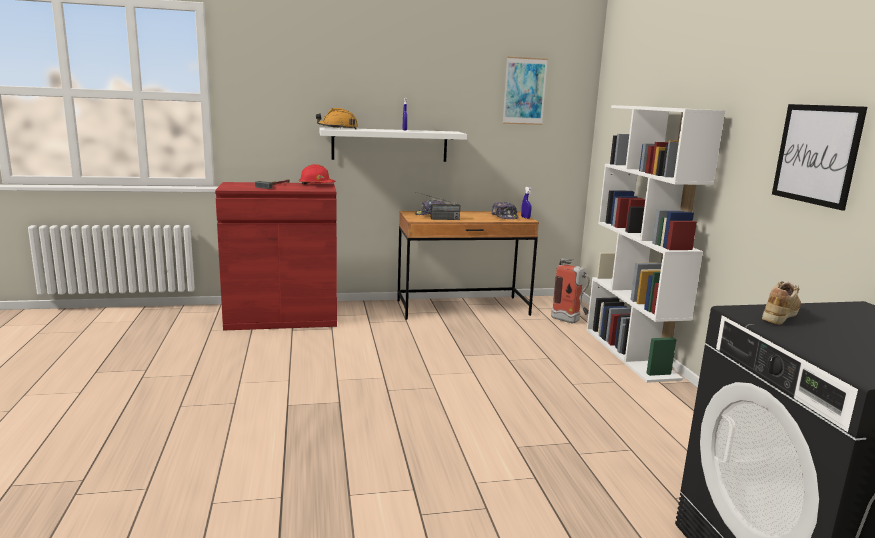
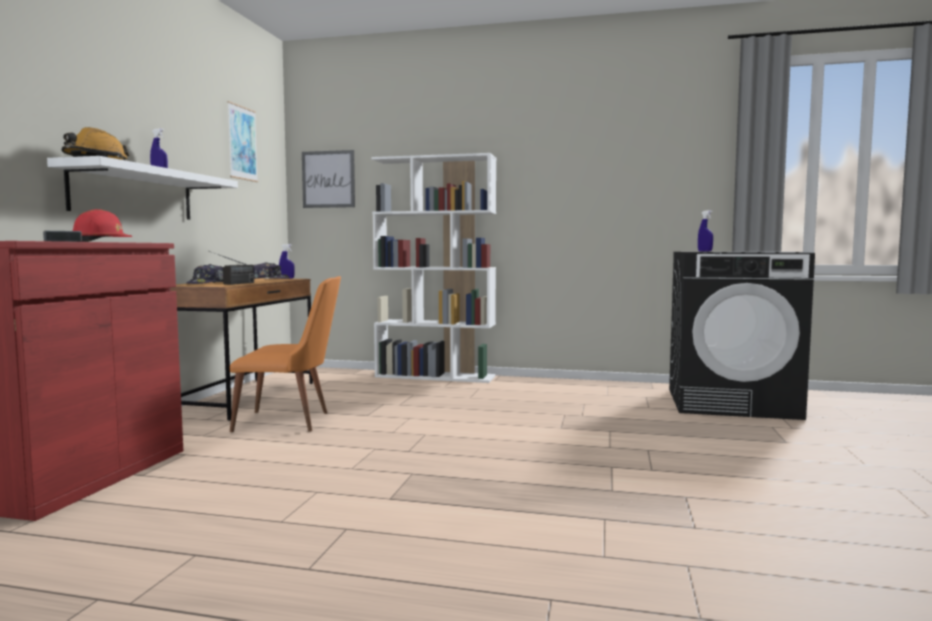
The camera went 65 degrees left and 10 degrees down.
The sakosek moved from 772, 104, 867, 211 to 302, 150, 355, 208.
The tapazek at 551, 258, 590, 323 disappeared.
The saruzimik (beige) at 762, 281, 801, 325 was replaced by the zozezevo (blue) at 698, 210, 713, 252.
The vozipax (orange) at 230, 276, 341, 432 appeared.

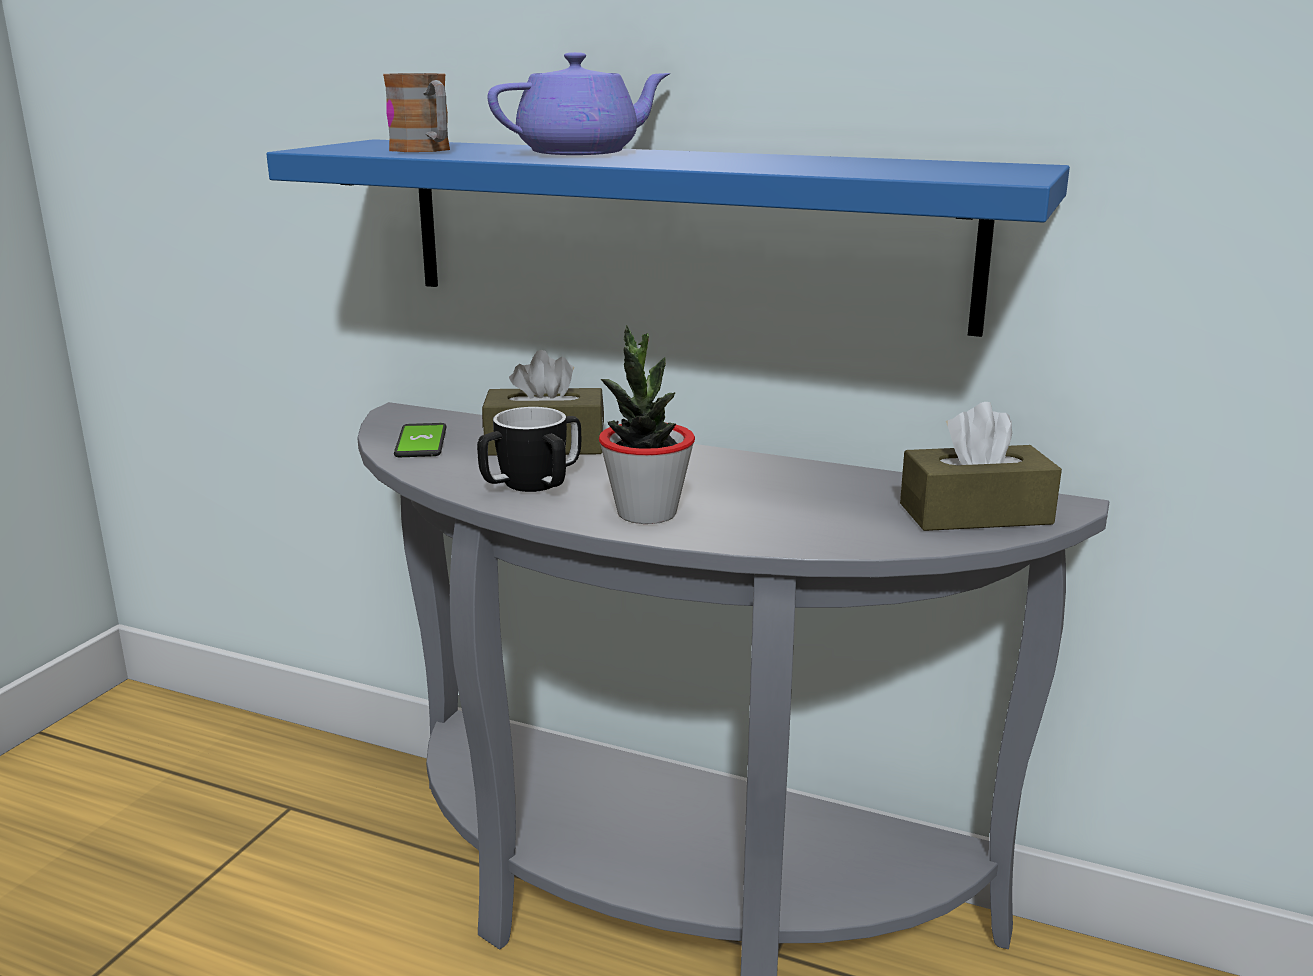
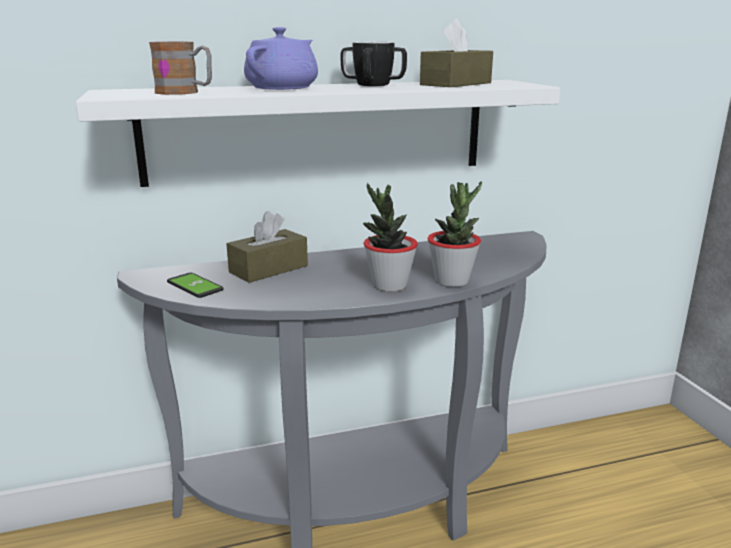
The camera went 40 degrees left and 0 degrees up.
The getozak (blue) at 266, 139, 1070, 337 became the getozak (white) at 75, 80, 560, 187.
The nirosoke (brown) moved from 900, 402, 1062, 531 to 420, 18, 493, 87.
The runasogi moved from 477, 407, 581, 492 to 341, 42, 407, 86.
The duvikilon at 427, 181, 482, 287 appeared.

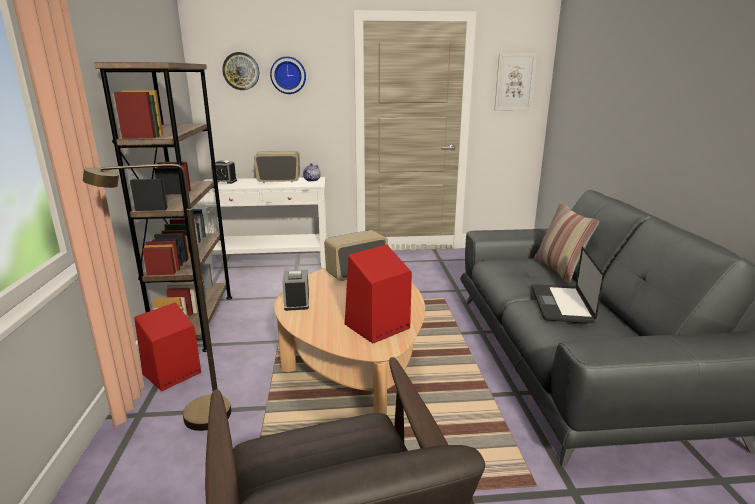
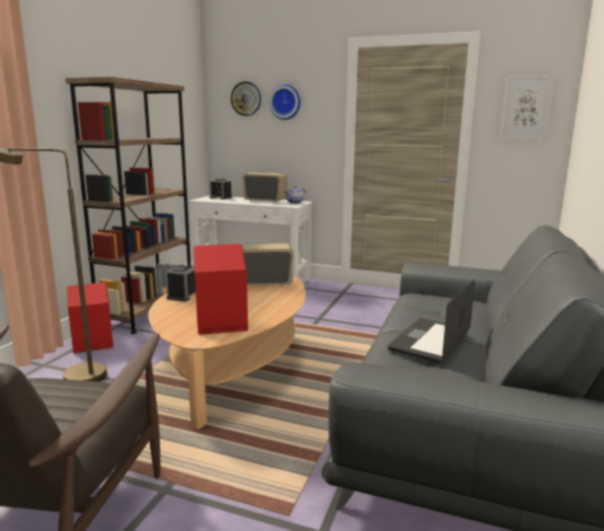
The camera went 25 degrees right and 5 degrees down.
The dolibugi at 534, 203, 599, 284 disappeared.

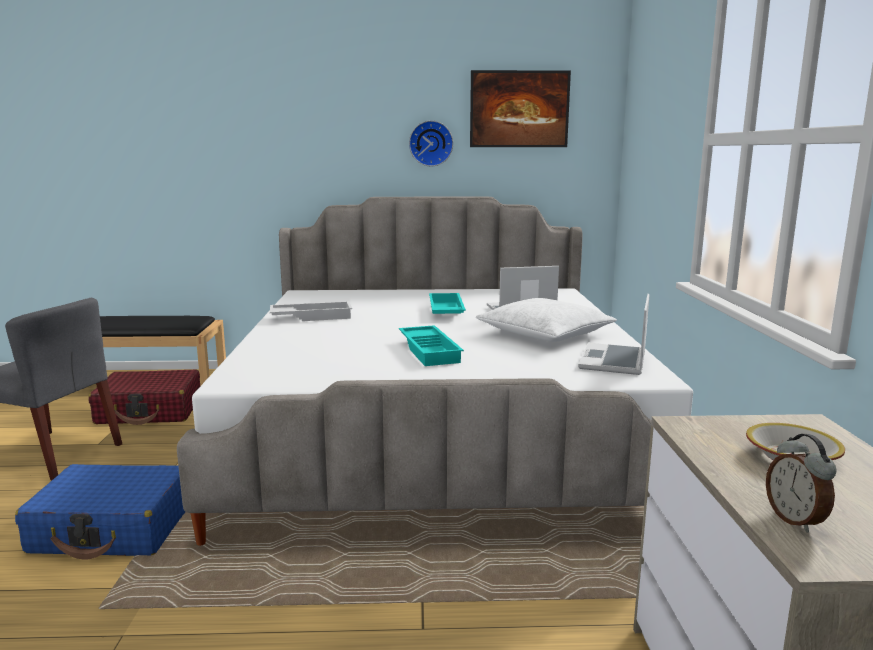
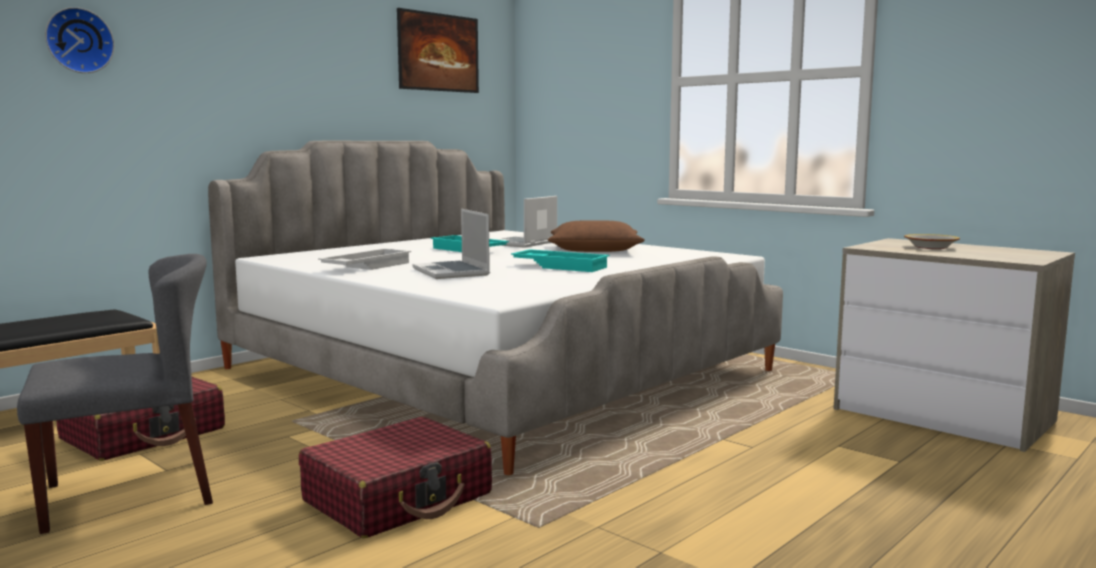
The camera went 45 degrees left and 5 degrees down.
The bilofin moved from 409, 121, 453, 166 to 45, 7, 115, 73.
The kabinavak moved from 578, 294, 649, 375 to 412, 209, 490, 279.
The dolibugi (white) at 476, 298, 617, 342 became the dolibugi (brown) at 548, 220, 645, 252.
The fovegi at 766, 434, 837, 533 disappeared.
The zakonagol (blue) at 15, 464, 185, 559 became the zakonagol (red) at 299, 417, 492, 538.

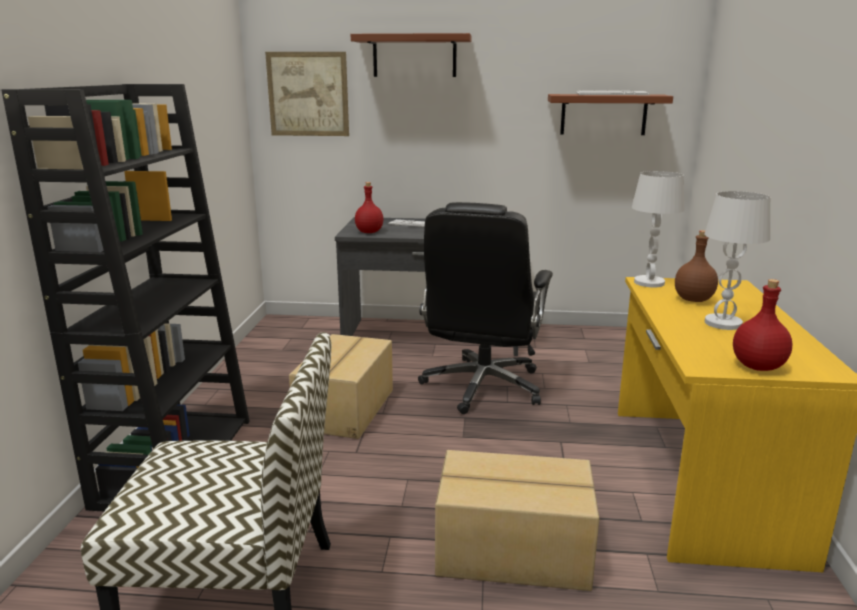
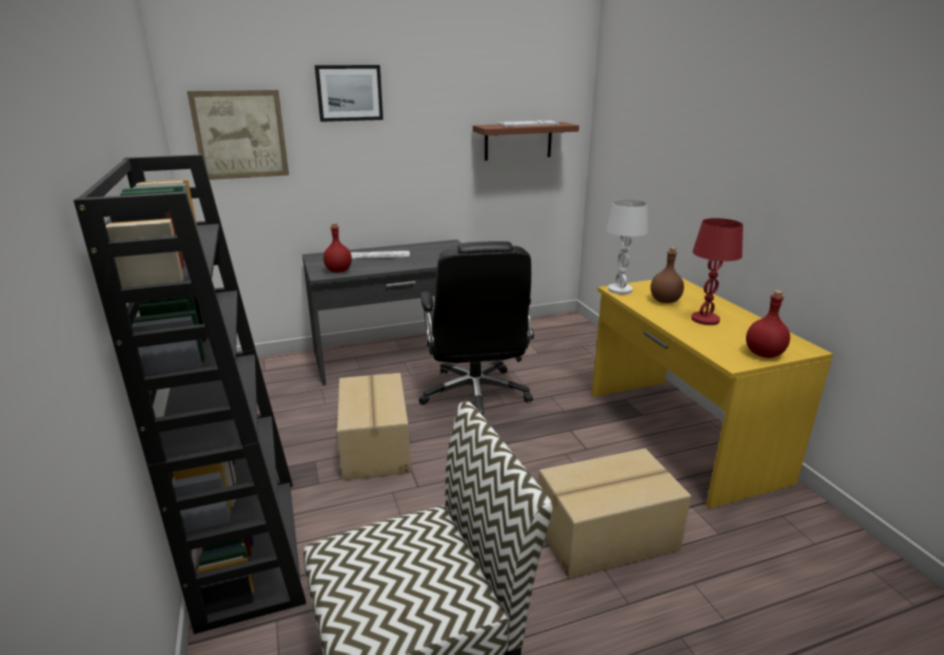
The camera went 25 degrees left and 5 degrees up.
The getozak (brown) at 351, 33, 471, 77 was replaced by the sakosek at 315, 65, 383, 122.
The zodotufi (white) at 705, 191, 770, 330 became the zodotufi (red) at 691, 218, 743, 325.

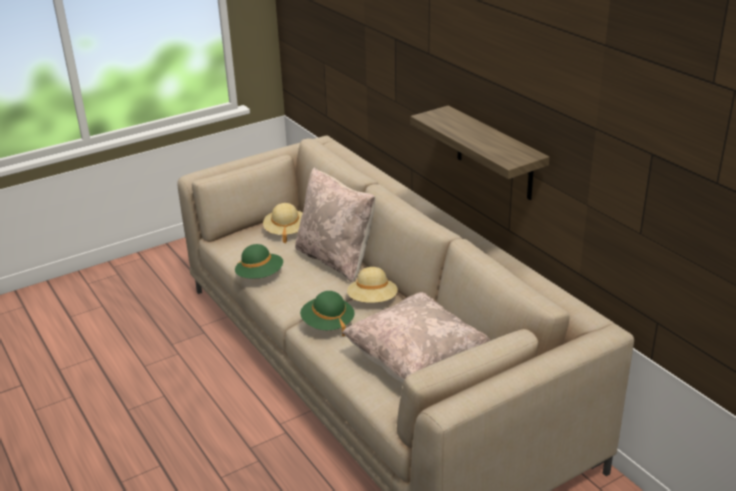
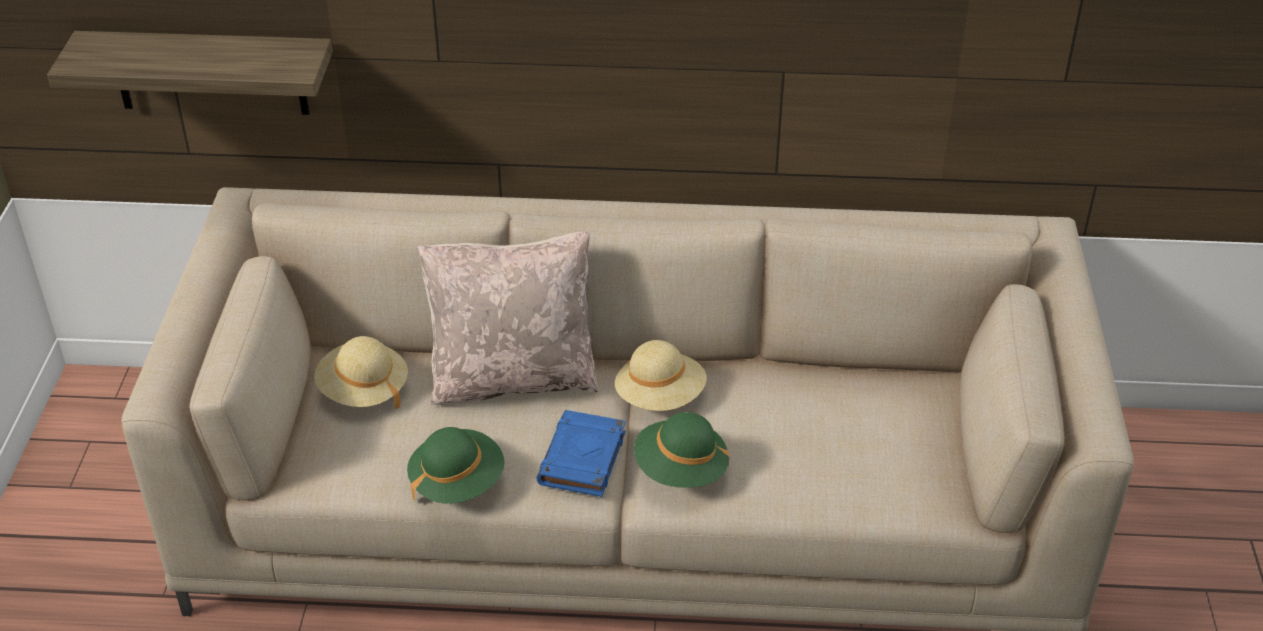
The camera went 55 degrees left and 10 degrees up.
The getozak moved from 410, 105, 549, 200 to 47, 31, 333, 115.
The dolibugi (beige) at 342, 292, 490, 383 disappeared.
The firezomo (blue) at 536, 410, 626, 497 appeared.

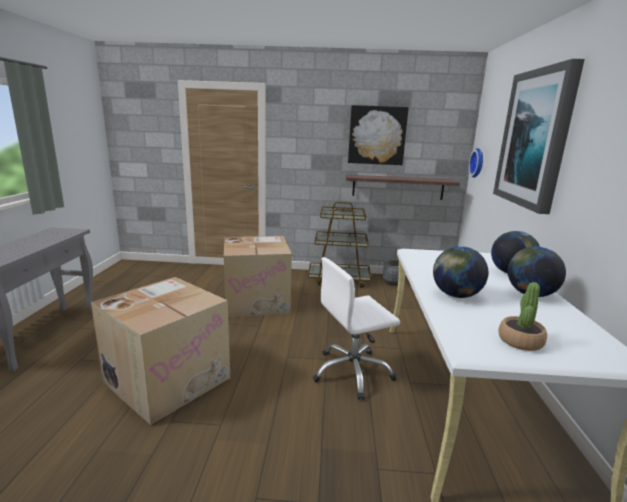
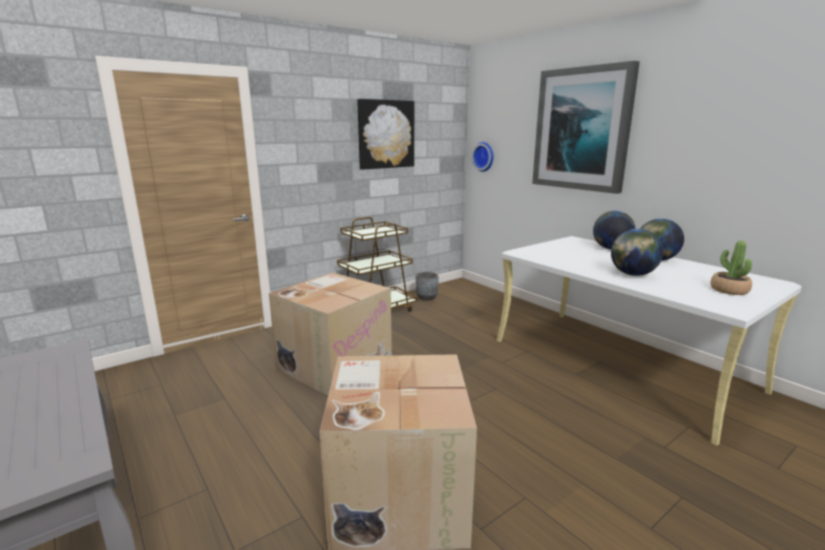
The camera went 40 degrees left and 0 degrees up.
The getozak at 346, 175, 460, 200 disappeared.
The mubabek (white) at 313, 257, 400, 400 disappeared.

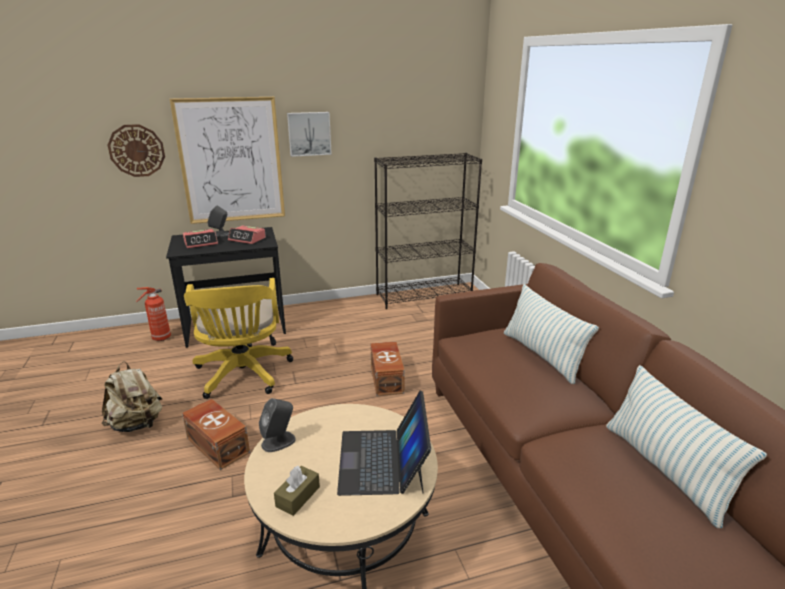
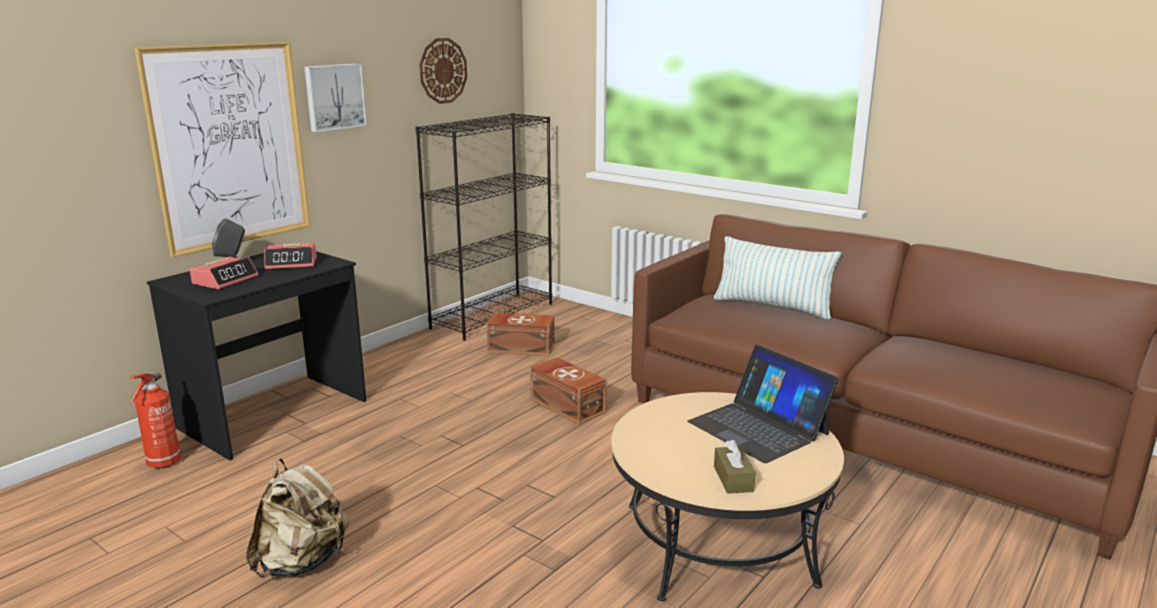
The camera went 35 degrees left and 5 degrees down.
The bilofin moved from 107, 124, 165, 177 to 419, 38, 467, 104.
The mubabek (yellow) at 184, 278, 293, 399 disappeared.
The dolibugi at 606, 365, 767, 528 disappeared.
The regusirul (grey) at 259, 398, 296, 452 disappeared.
The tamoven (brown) moved from 182, 399, 250, 470 to 486, 312, 555, 356.

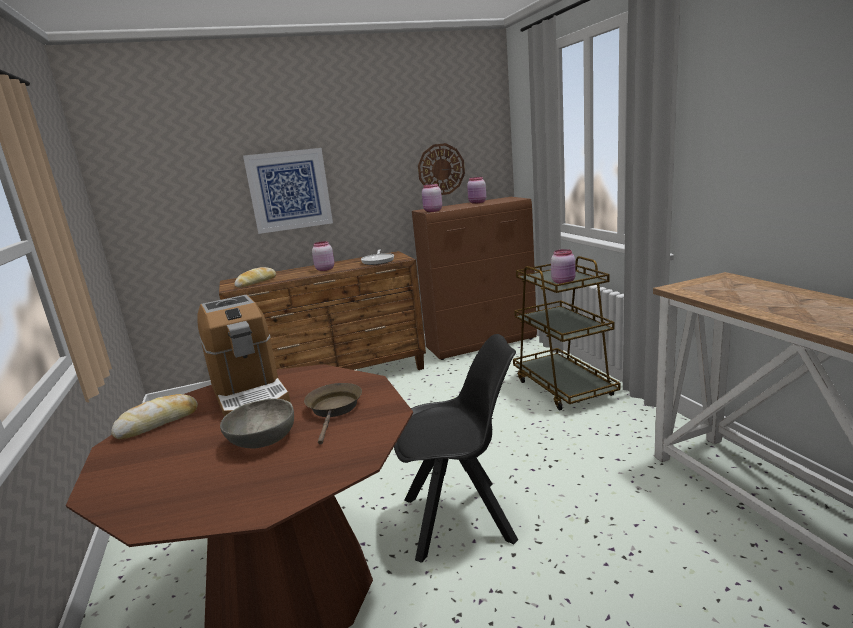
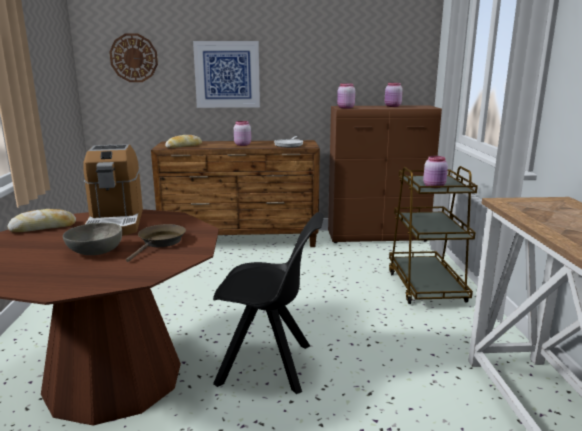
The camera went 15 degrees right and 0 degrees up.
The bilofin moved from 418, 143, 465, 195 to 109, 33, 158, 82.

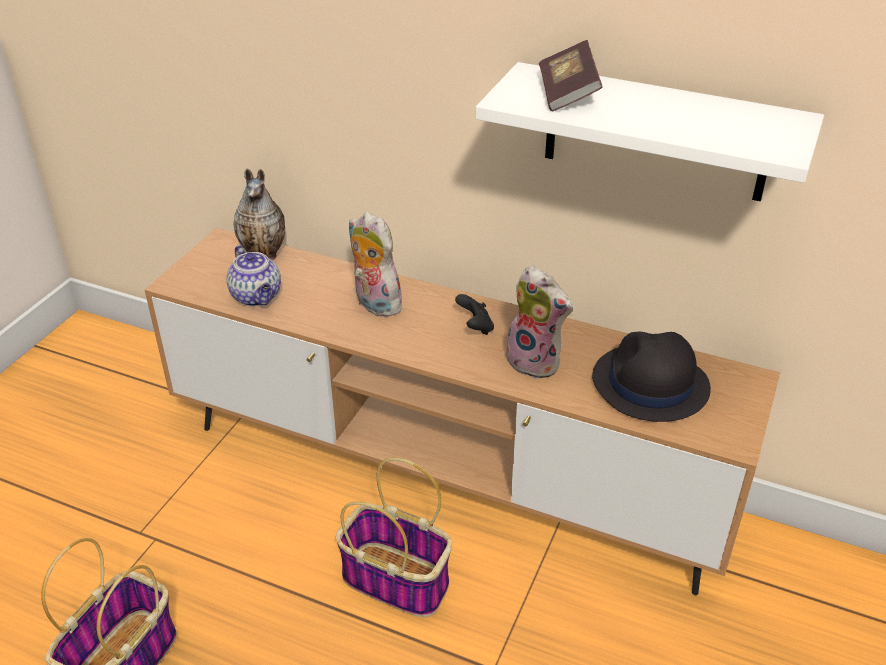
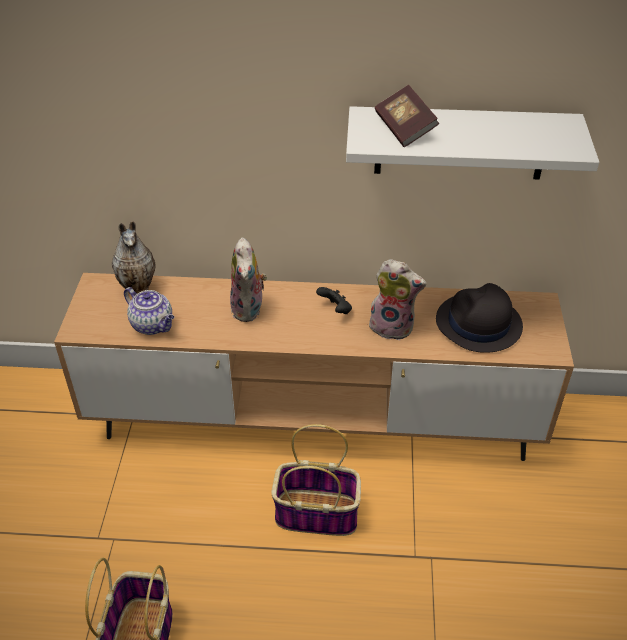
The camera went 20 degrees left and 5 degrees up.
The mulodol at 349, 212, 403, 317 turned 120 degrees counterclockwise.

